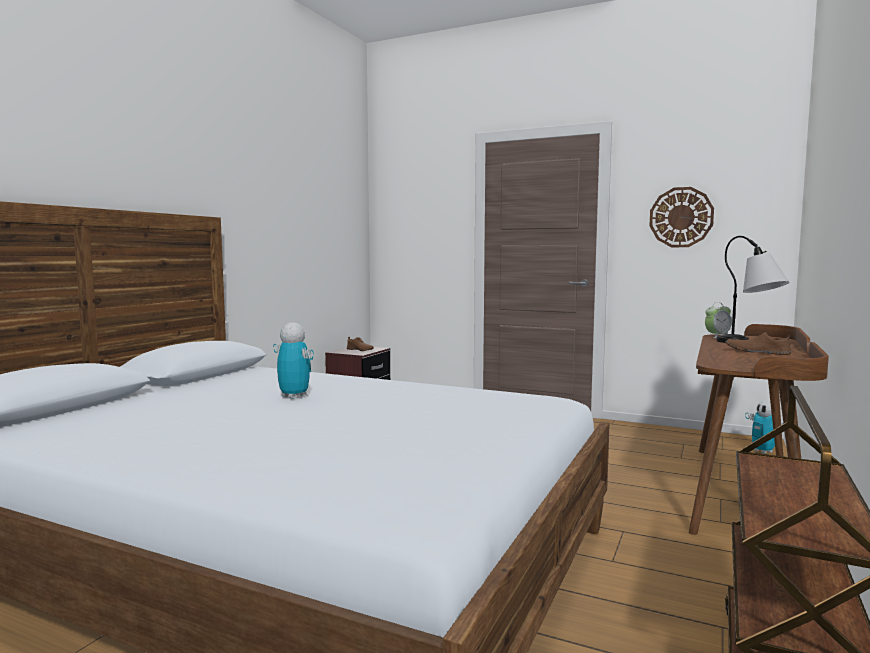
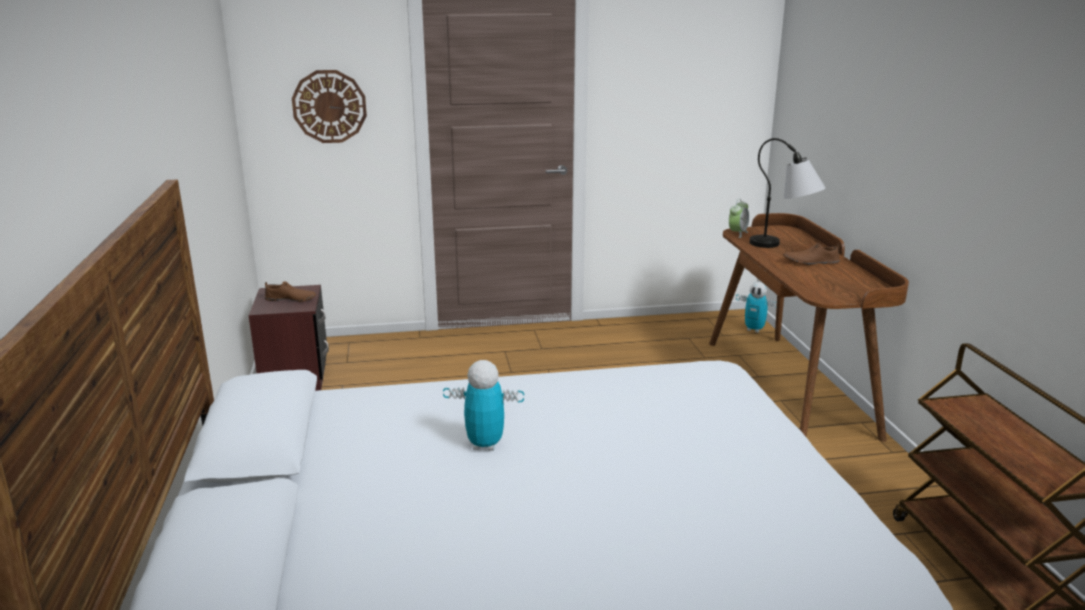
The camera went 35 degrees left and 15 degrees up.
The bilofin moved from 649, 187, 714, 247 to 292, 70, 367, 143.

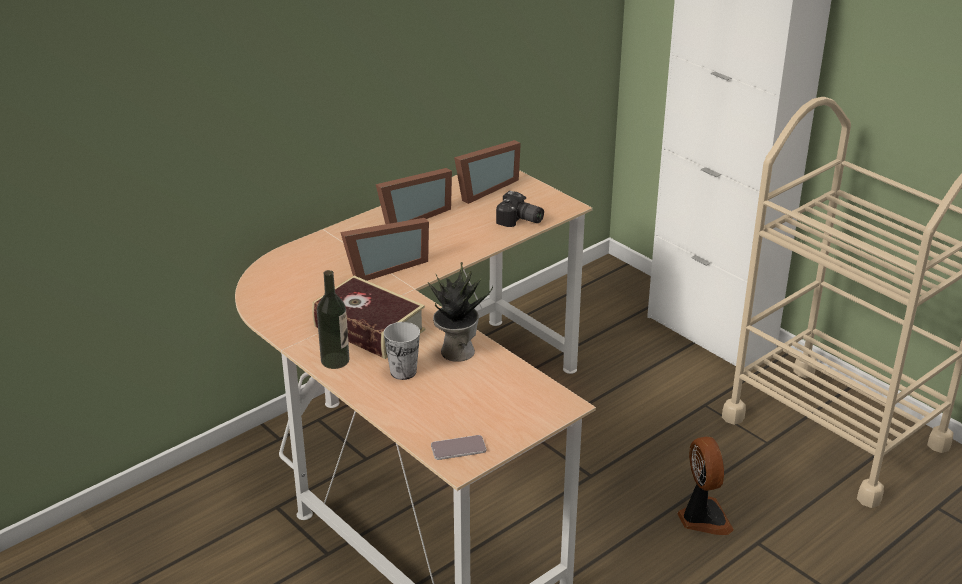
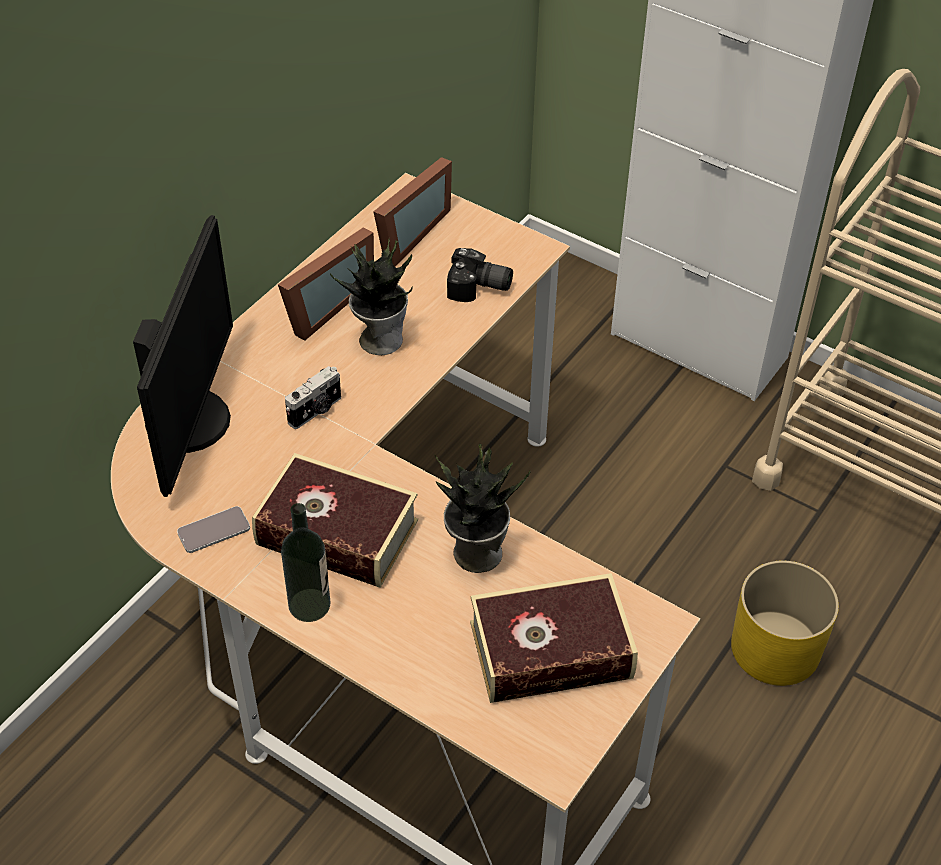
The camera went 15 degrees left and 15 degrees up.
The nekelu at 340, 218, 429, 281 was replaced by the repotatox at 285, 366, 341, 429.
The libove at 384, 322, 420, 380 disappeared.
The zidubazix moved from 431, 435, 486, 460 to 177, 506, 250, 553.
The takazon at 677, 437, 734, 535 was replaced by the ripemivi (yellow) at 731, 560, 839, 686.
The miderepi at 133, 215, 233, 497 appeared.
The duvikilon at 330, 239, 413, 355 appeared.
The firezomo at 470, 573, 638, 703 appeared.

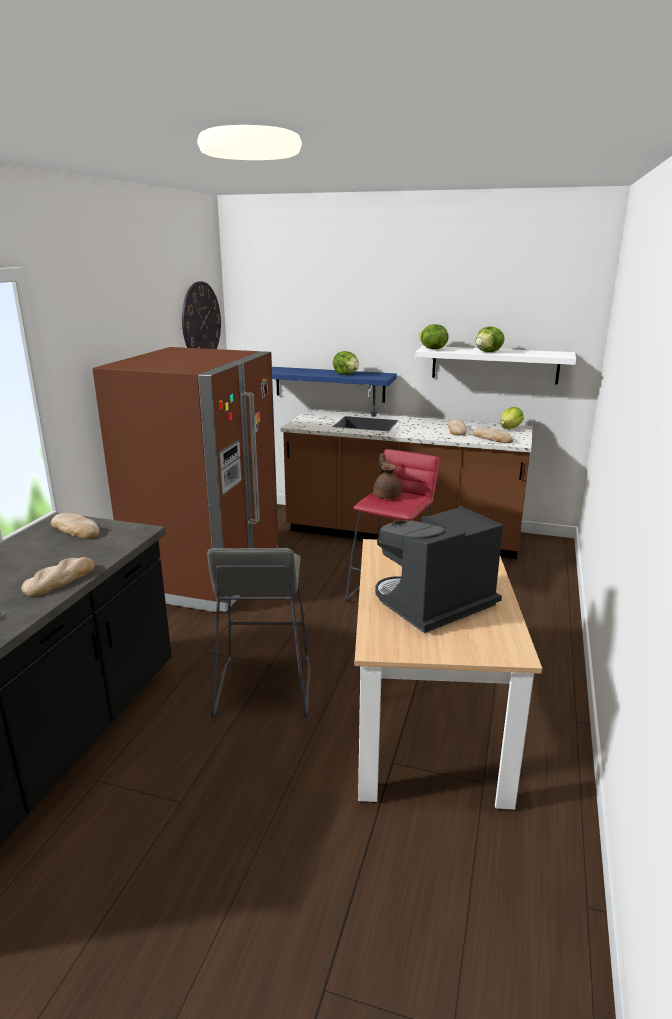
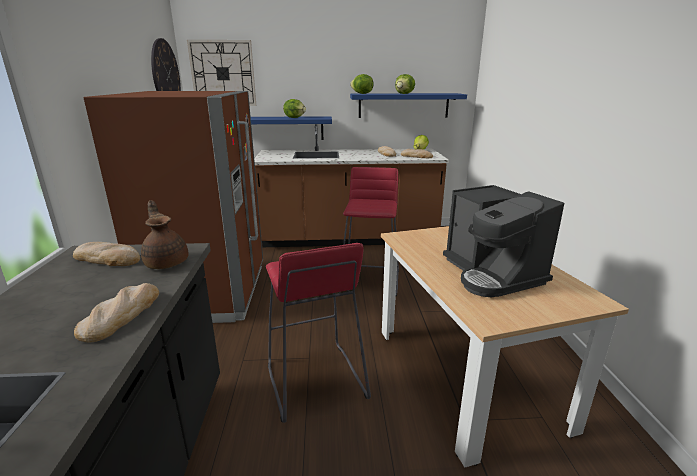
The camera went 20 degrees left and 0 degrees up.
The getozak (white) at 415, 346, 576, 385 became the getozak (blue) at 350, 93, 467, 118.
The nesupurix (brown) moved from 373, 453, 402, 499 to 141, 200, 189, 269.
The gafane at 375, 506, 503, 633 turned 60 degrees counterclockwise.
The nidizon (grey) at 207, 548, 310, 718 became the nidizon (red) at 266, 243, 371, 423.
The bilofin at 187, 40, 256, 106 appeared.

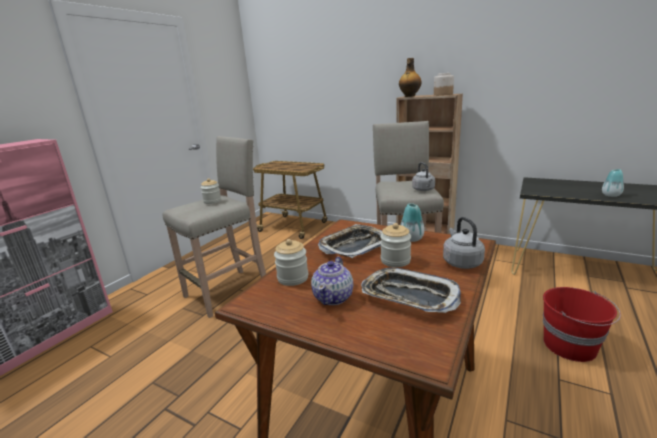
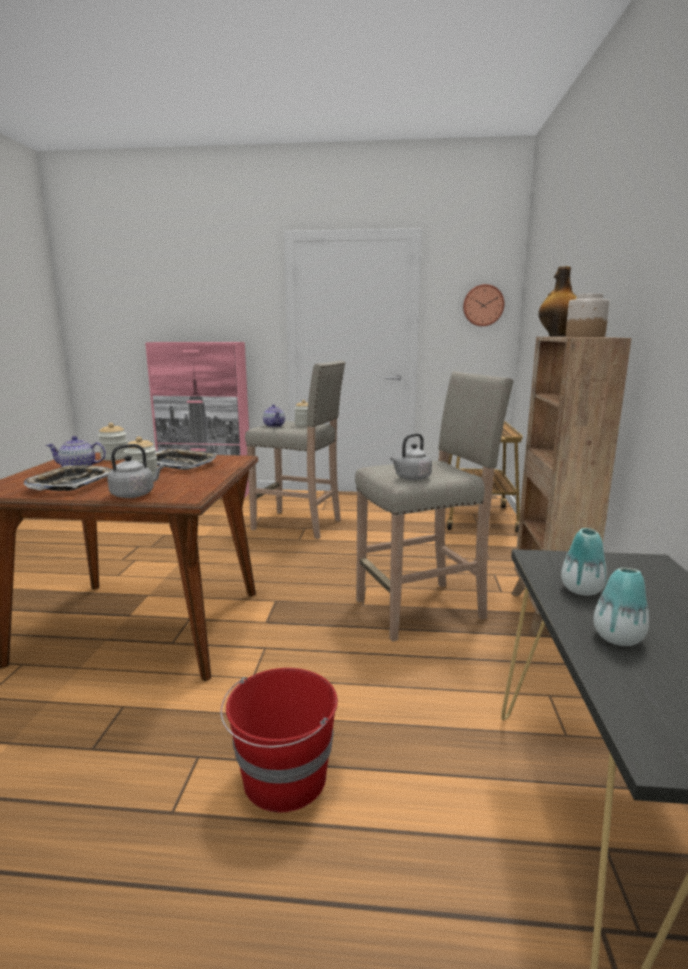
The camera went 65 degrees right and 5 degrees down.
The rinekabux moved from 401, 203, 424, 242 to 561, 528, 607, 596.
The bilofin at 463, 284, 504, 326 appeared.
The nesupurix at 263, 404, 285, 427 appeared.

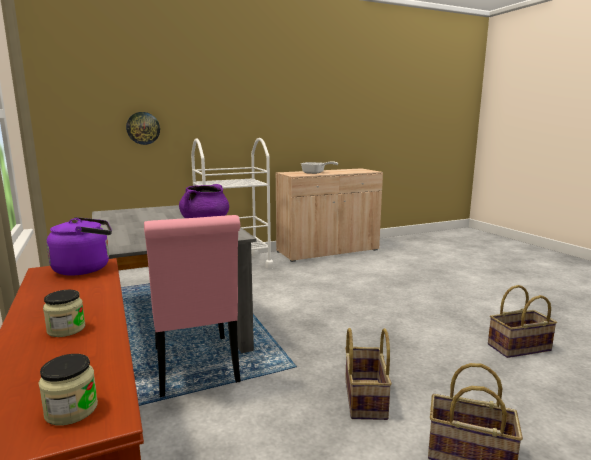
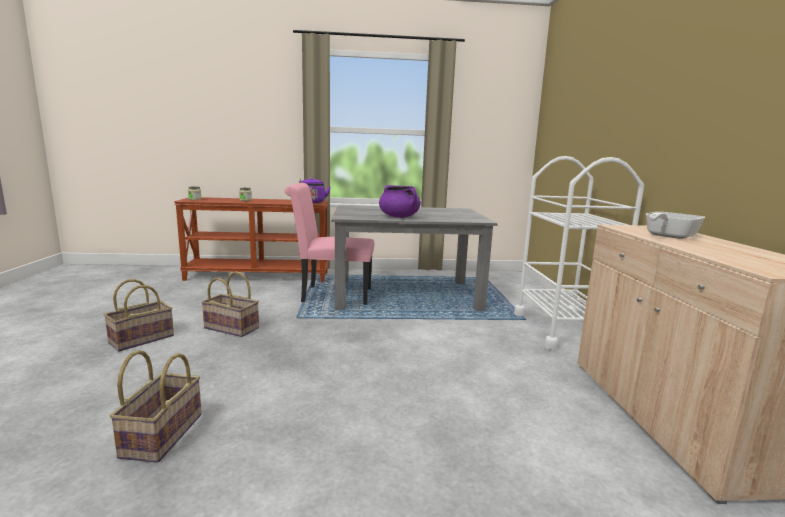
The camera went 110 degrees right and 0 degrees up.
The bilofin at 126, 112, 160, 145 disappeared.

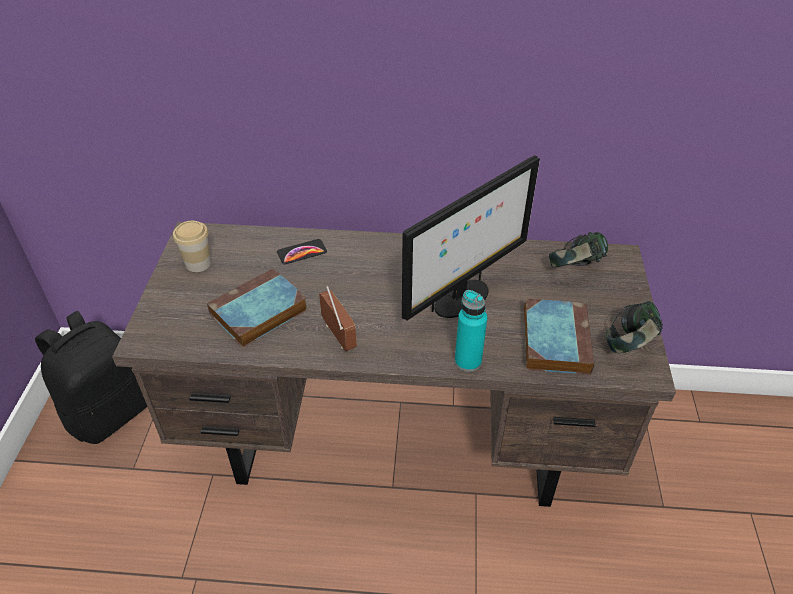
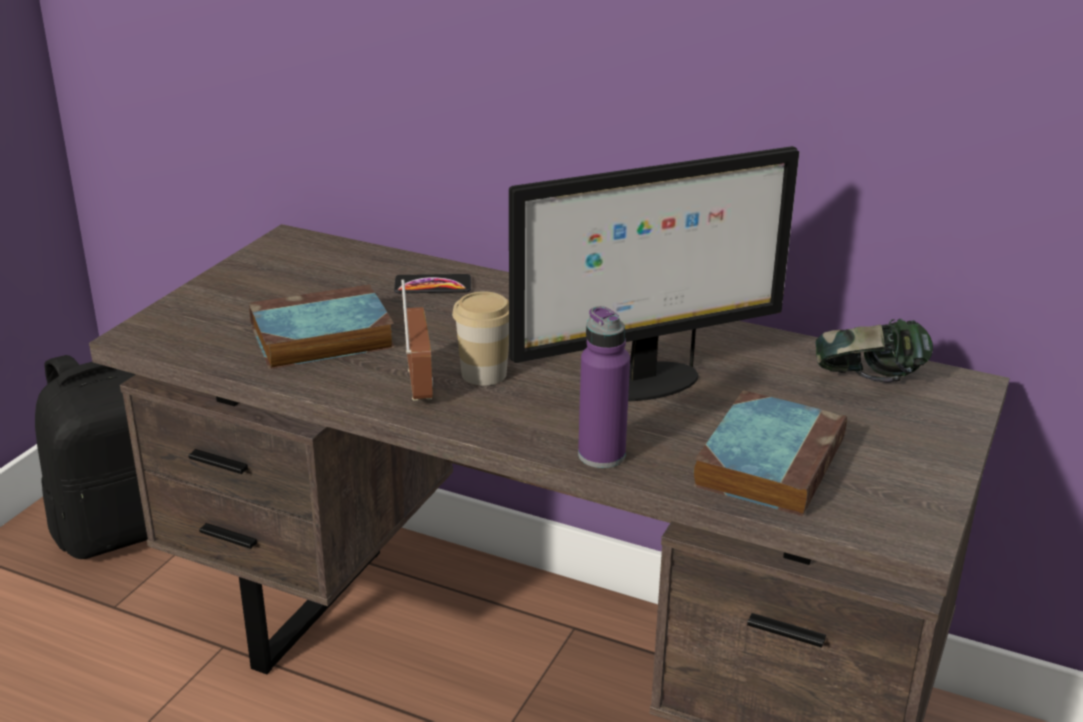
The camera went 20 degrees right and 15 degrees down.
The libove moved from 173, 221, 211, 272 to 452, 291, 509, 386.
The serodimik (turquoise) at 455, 290, 487, 372 became the serodimik (purple) at 578, 306, 630, 468.
The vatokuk at 606, 301, 663, 353 disappeared.

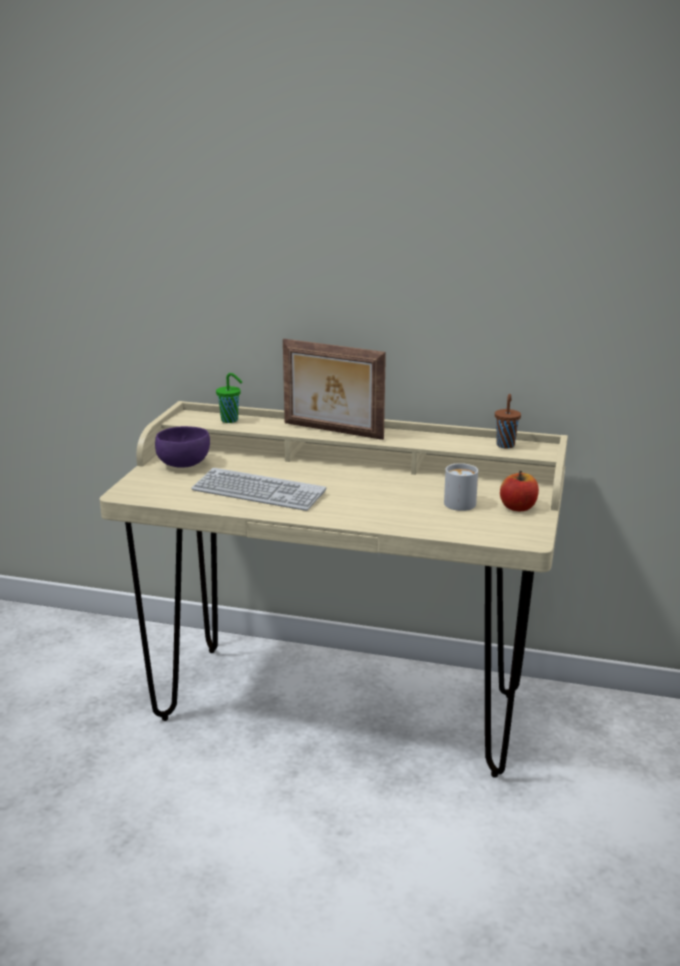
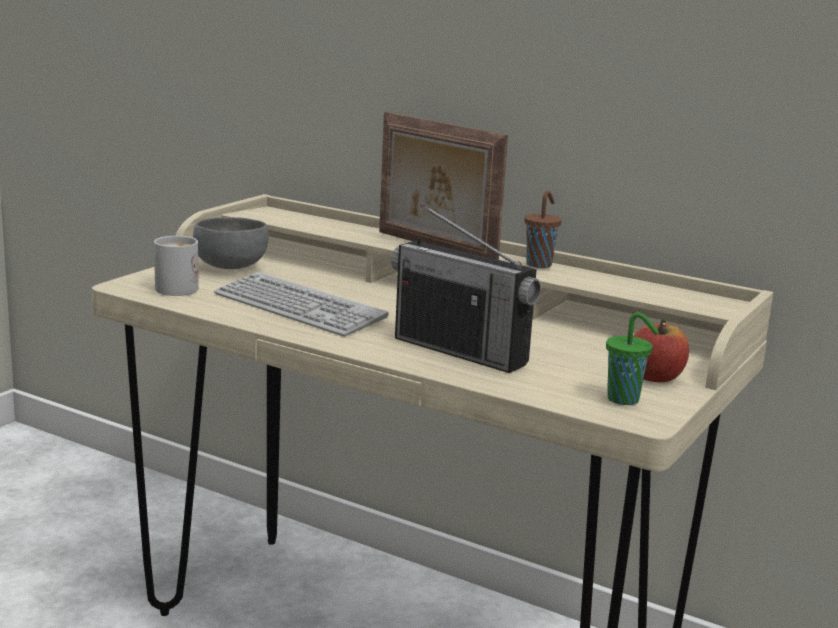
The camera went 15 degrees right and 5 degrees down.
The libove (green) moved from 216, 373, 242, 423 to 606, 312, 659, 405.
The libove (brown) moved from 495, 394, 521, 448 to 524, 191, 561, 268.
The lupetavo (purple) at 155, 426, 210, 468 became the lupetavo (grey) at 193, 217, 269, 269.
The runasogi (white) moved from 444, 463, 478, 511 to 154, 236, 199, 296.
The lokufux at 391, 204, 541, 373 appeared.

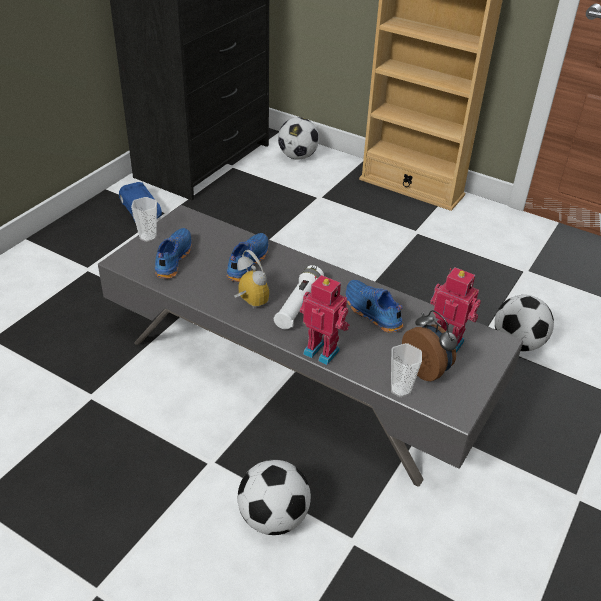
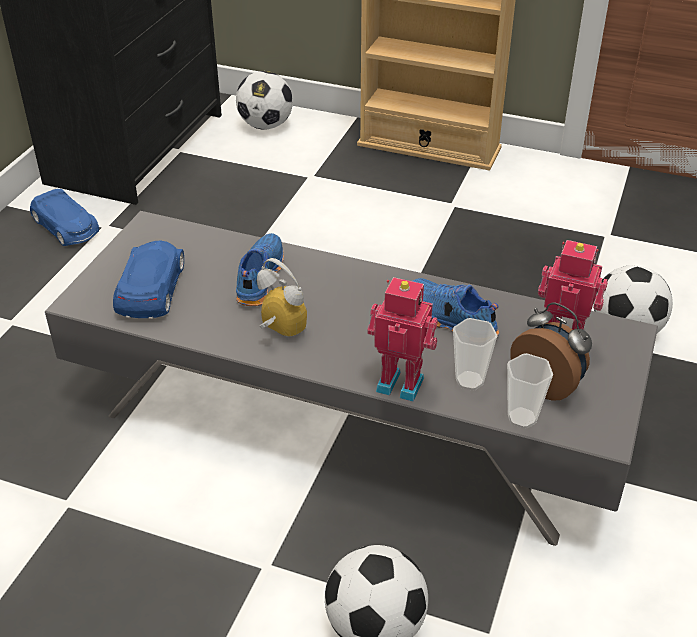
The camera went 10 degrees left and 0 degrees up.
The libove moved from 131, 197, 157, 242 to 453, 318, 498, 391.
The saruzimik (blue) at 155, 228, 192, 279 was replaced by the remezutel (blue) at 113, 241, 184, 319.
The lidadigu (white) at 274, 265, 324, 329 disappeared.

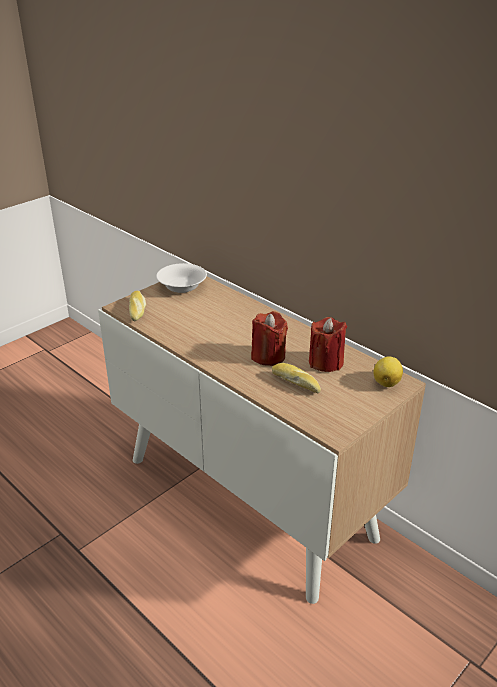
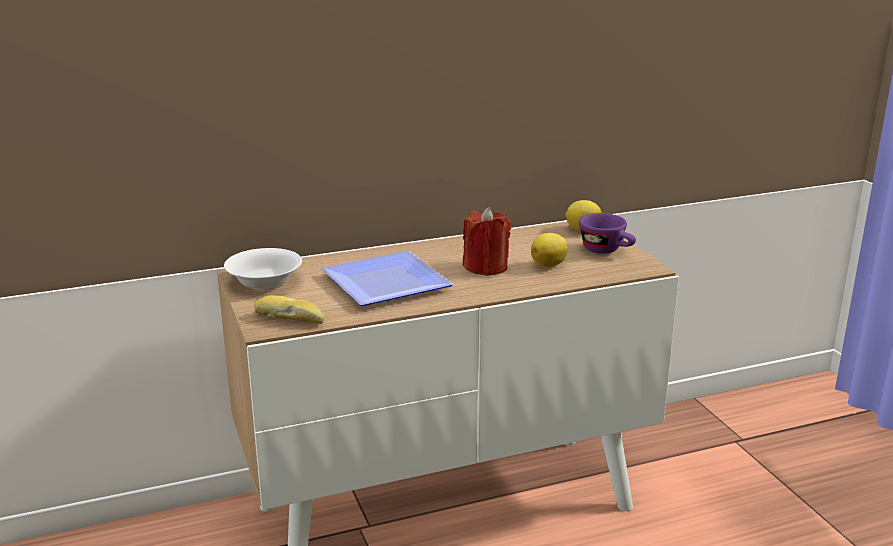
The camera went 65 degrees left and 10 degrees down.
The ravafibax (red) at 309, 317, 347, 372 disappeared.
The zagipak at 272, 363, 321, 393 was replaced by the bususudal at 531, 233, 568, 267.
The libove (purple) at 579, 213, 636, 254 appeared.
The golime at 322, 251, 453, 306 appeared.

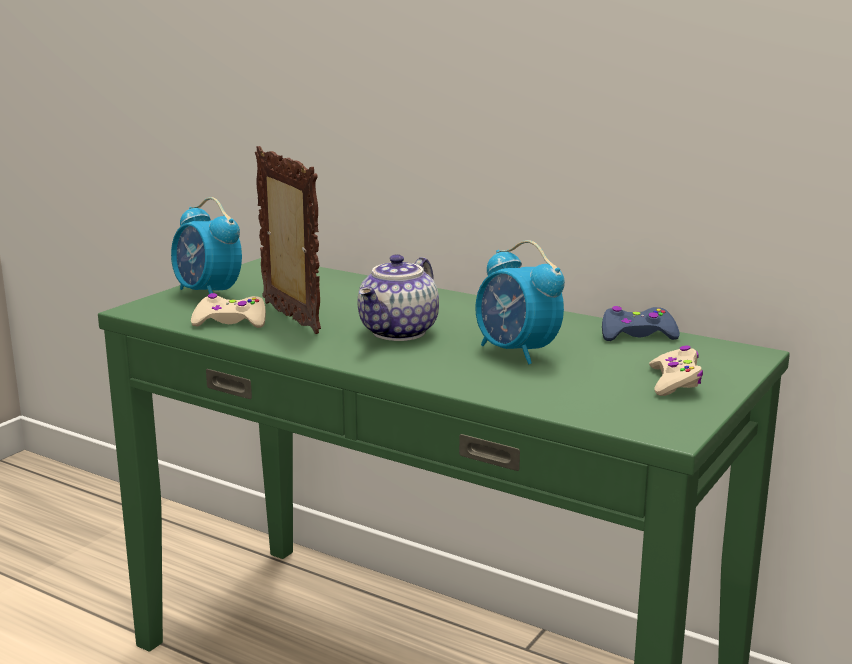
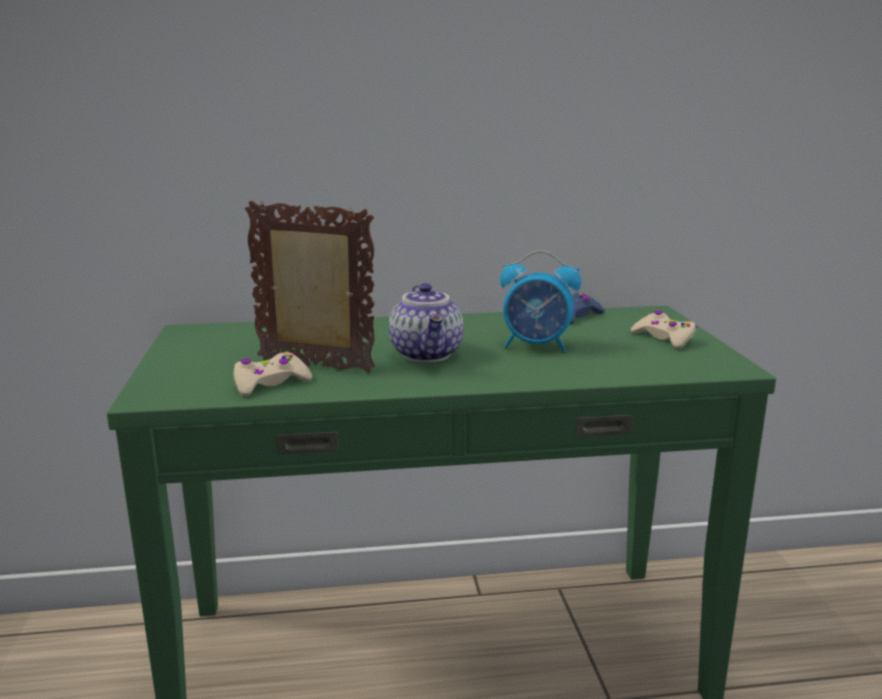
The camera went 40 degrees left and 0 degrees up.
The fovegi at 171, 197, 242, 294 disappeared.

